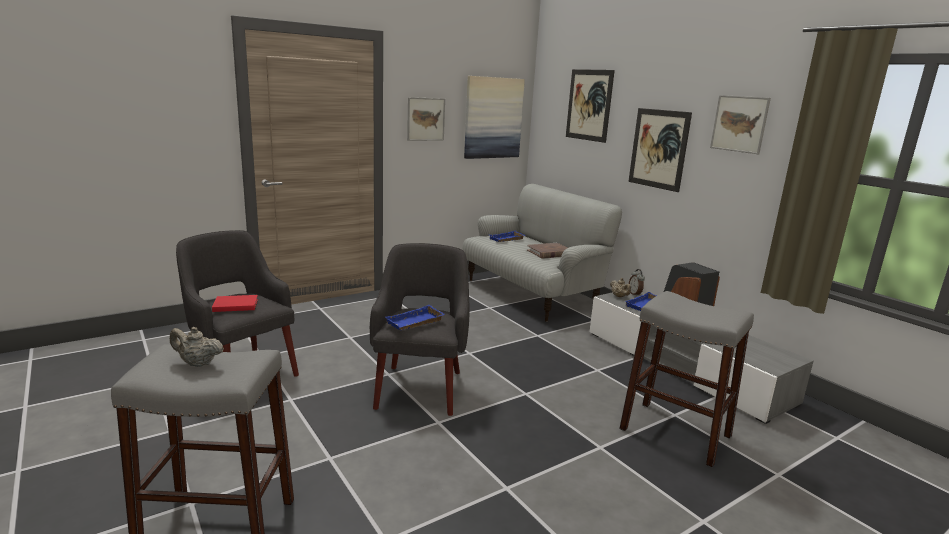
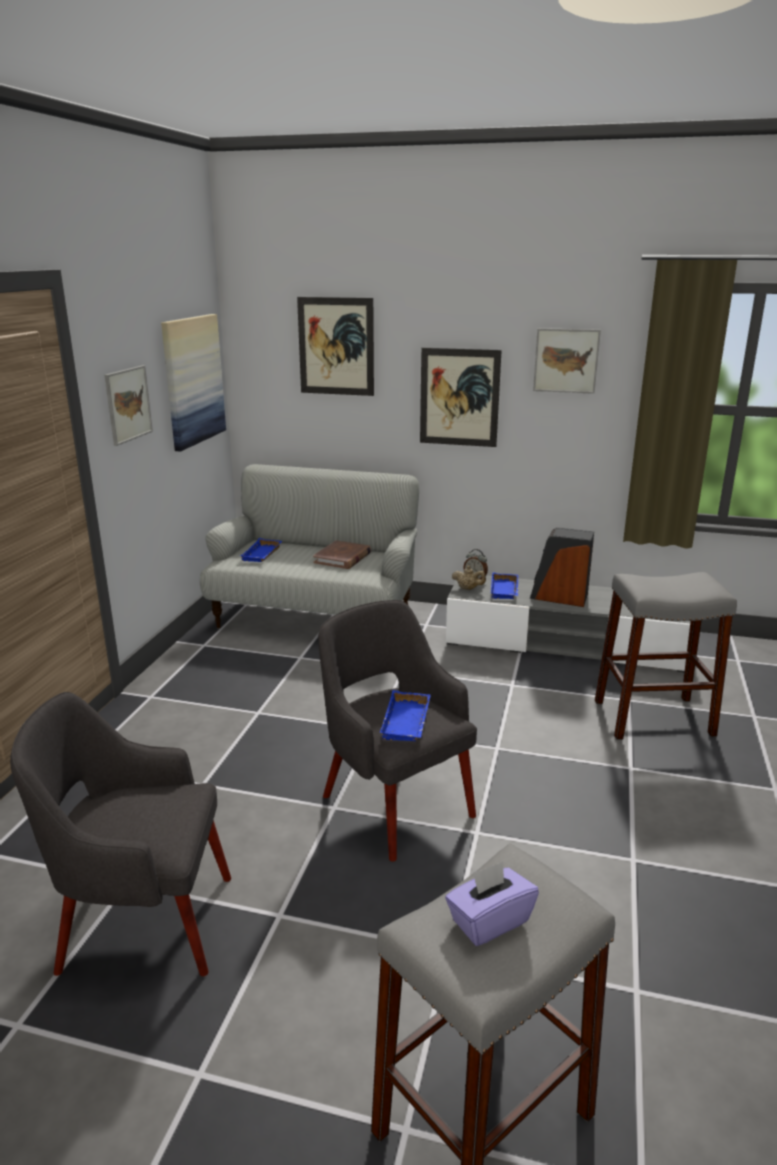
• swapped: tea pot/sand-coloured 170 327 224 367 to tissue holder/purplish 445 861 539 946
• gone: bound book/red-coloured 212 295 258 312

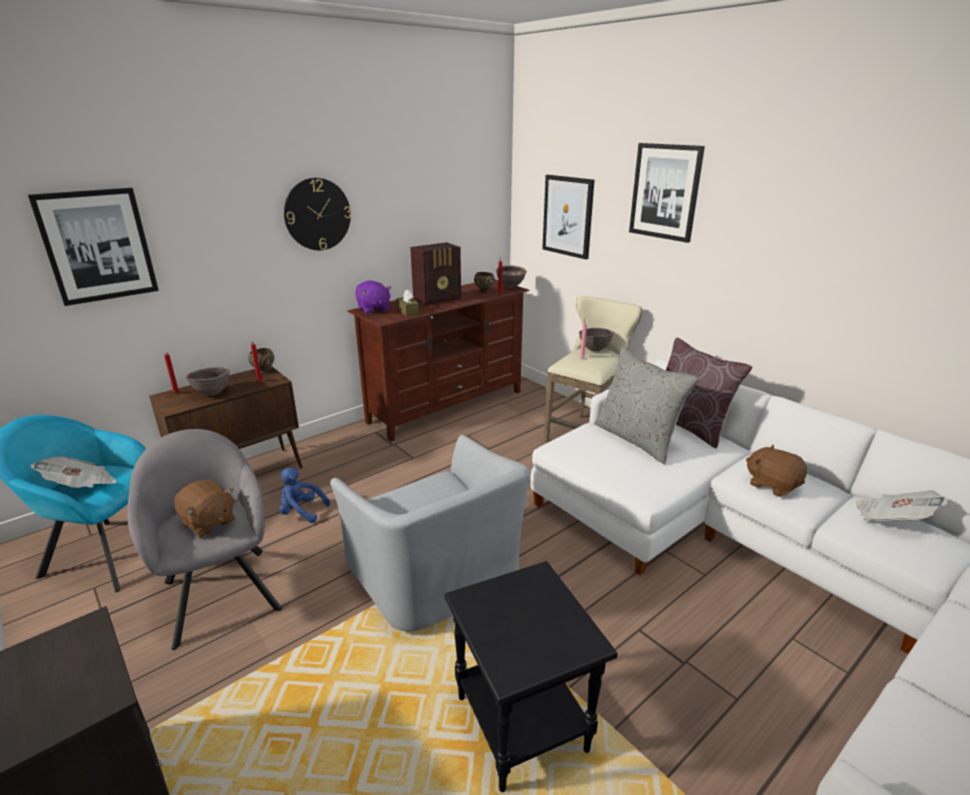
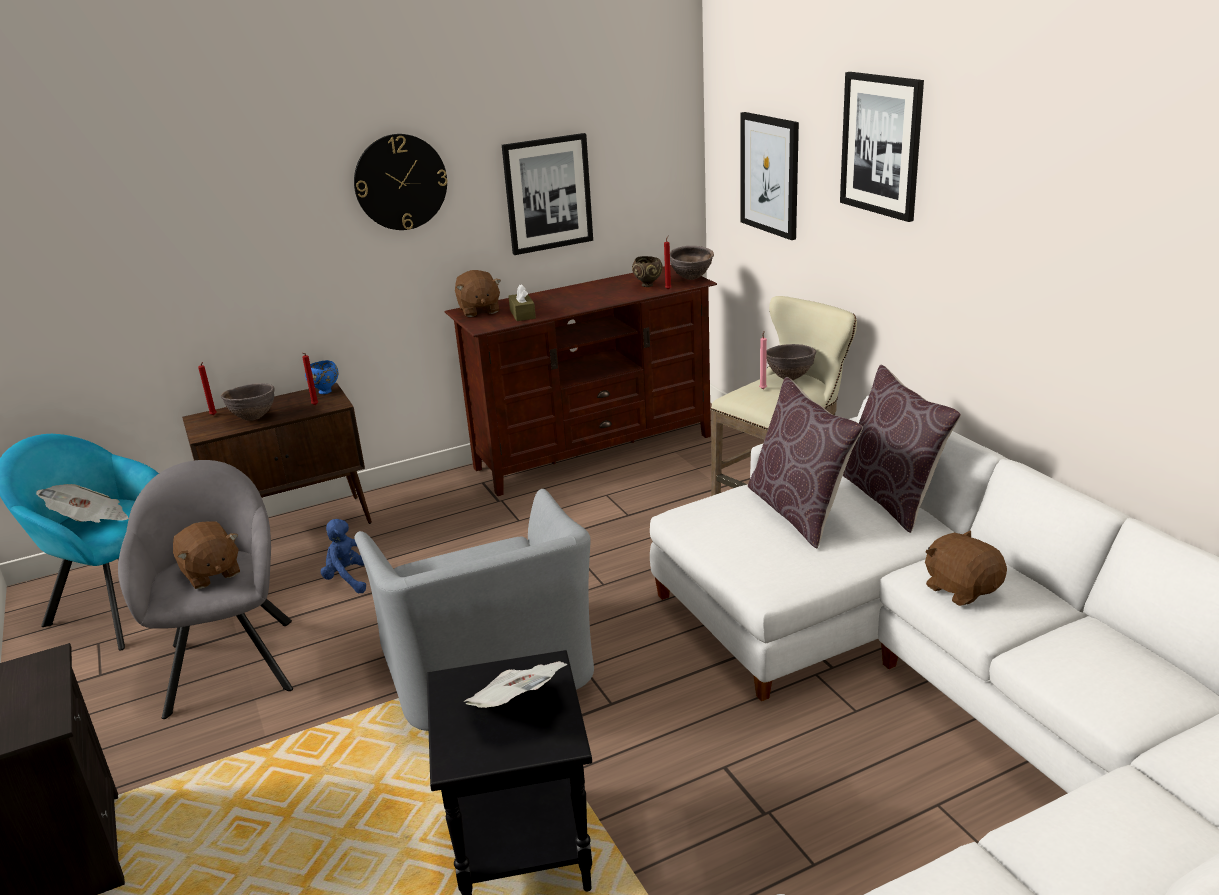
• shifted: picture 28 188 159 306 to 502 133 593 255
• repainted: deep dish/brown-coloured 248 348 274 374 to deep dish/blue-coloured 305 360 338 394
• repainted: cuddly toy/purplish 355 281 391 314 to cuddly toy/brown-coloured 455 270 501 317
• gone: radio set 410 242 461 306
• repainted: throw pillow/grey 594 347 699 464 to throw pillow/brown-coloured 748 377 863 549
• shifted: printed paper 855 490 947 521 to 464 661 567 708

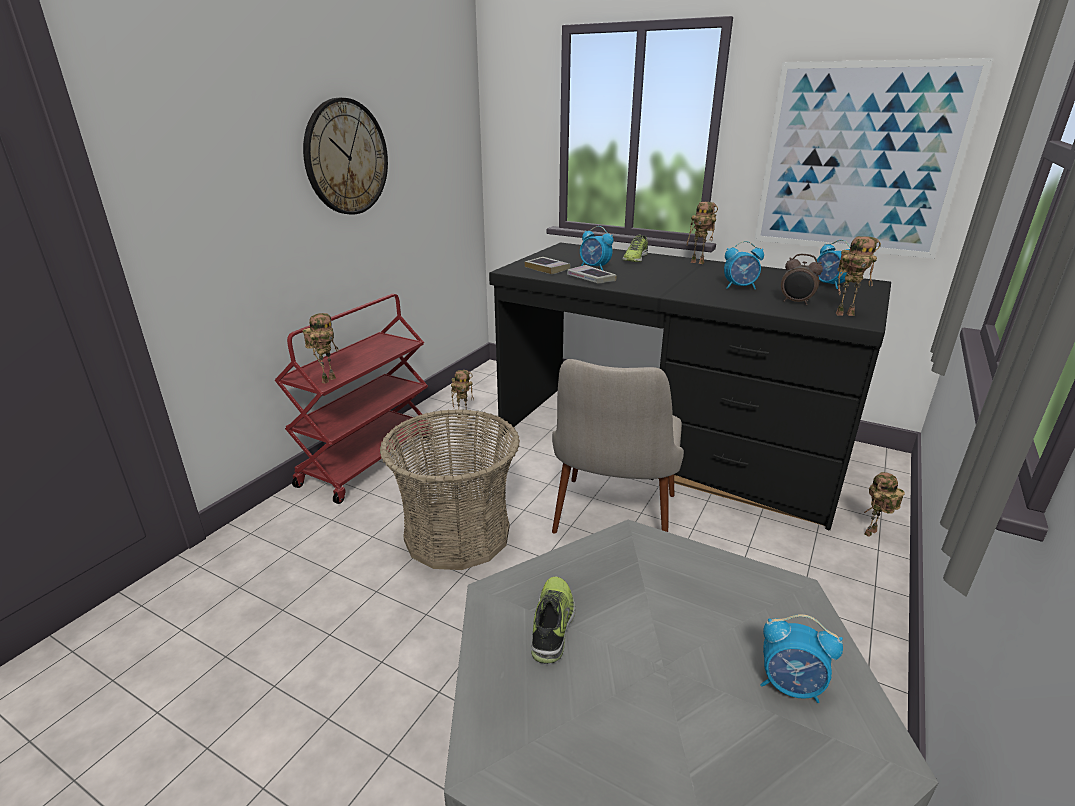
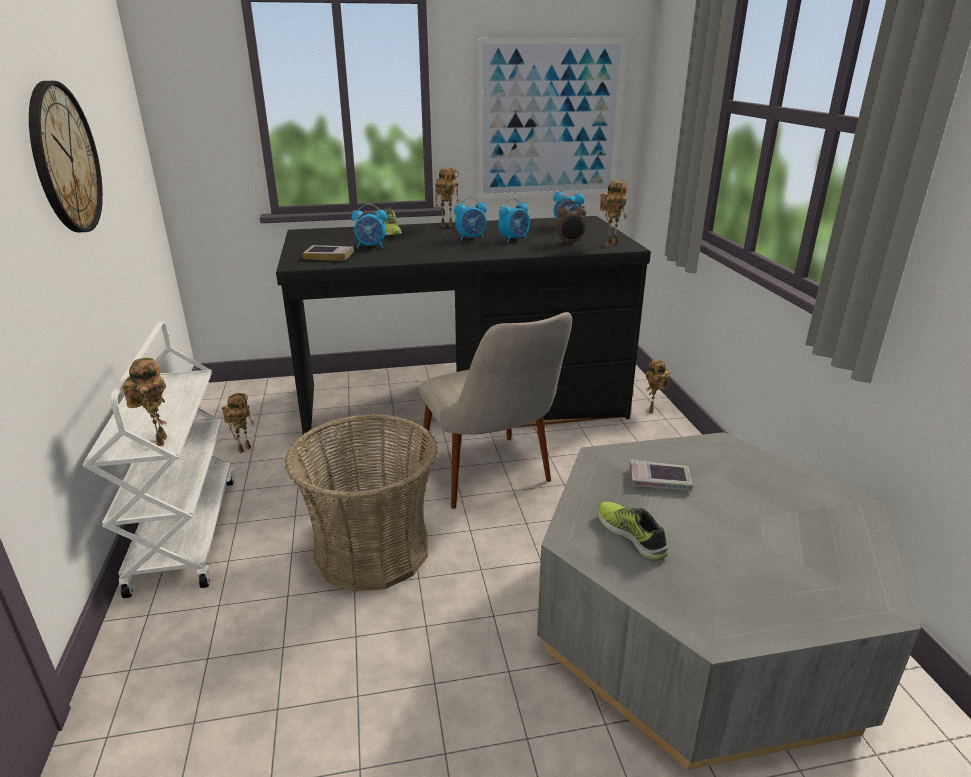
• repainted: trolley/red-coloured 275 294 433 504 to trolley/whitish 83 321 234 598
• shifted: bound book 567 265 617 283 to 630 459 693 491
• shifted: bedside clock 760 614 843 703 to 454 197 487 241

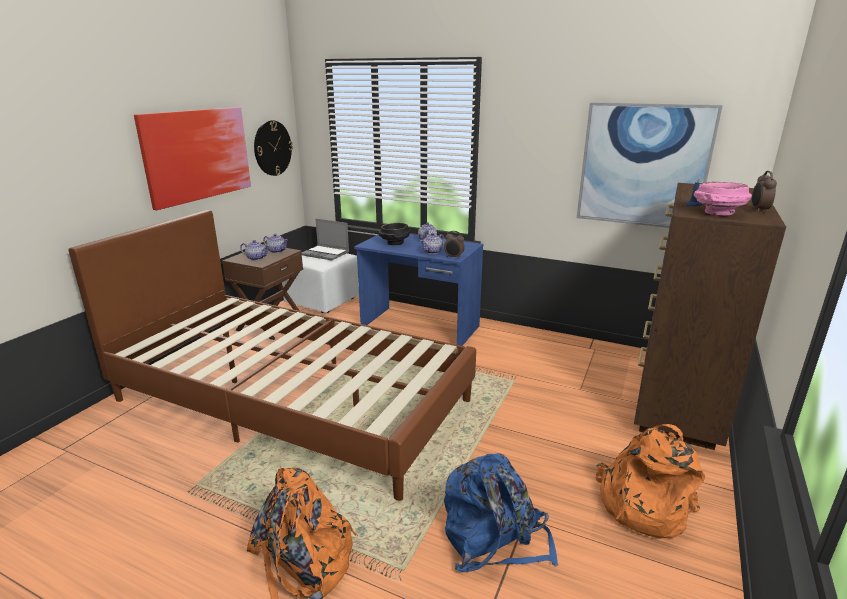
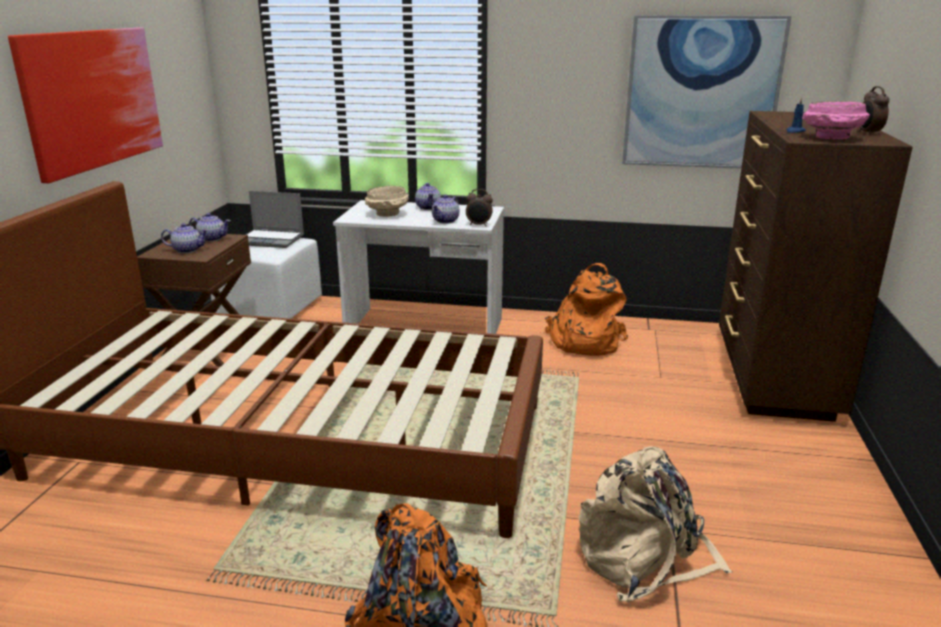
• gone: wall clock 254 120 293 176
• repainted: desk unit/blue-coloured 354 234 483 346 to desk unit/whitish 333 200 504 334
• repainted: deep dish/black 379 223 411 245 to deep dish/sand-coloured 365 186 409 217
• repainted: backpack/blue-coloured 444 453 558 572 to backpack/sand-coloured 579 446 732 602
• shifted: backpack/orangey 596 424 705 538 to 545 263 628 356

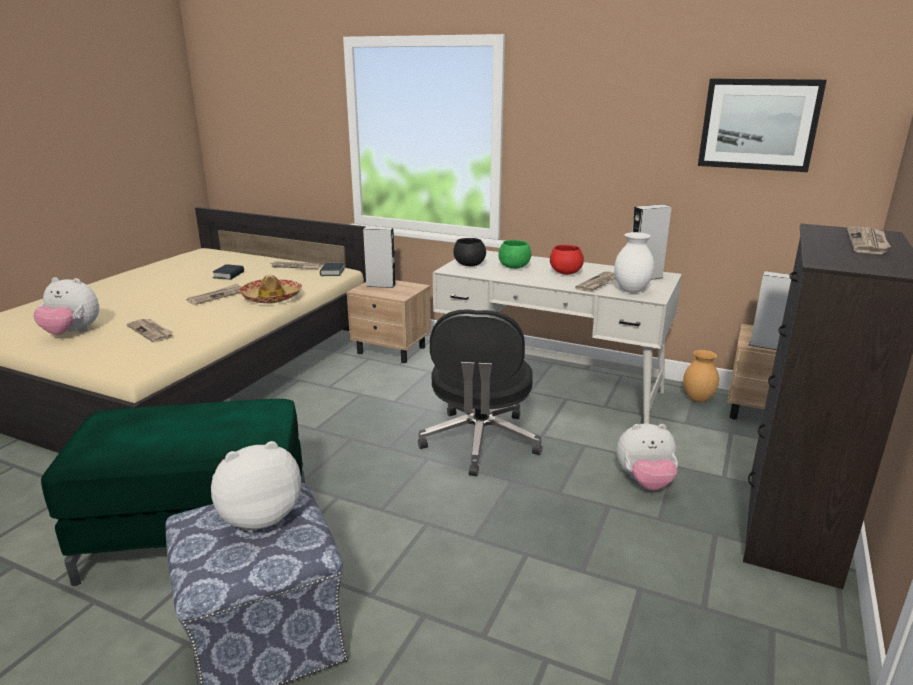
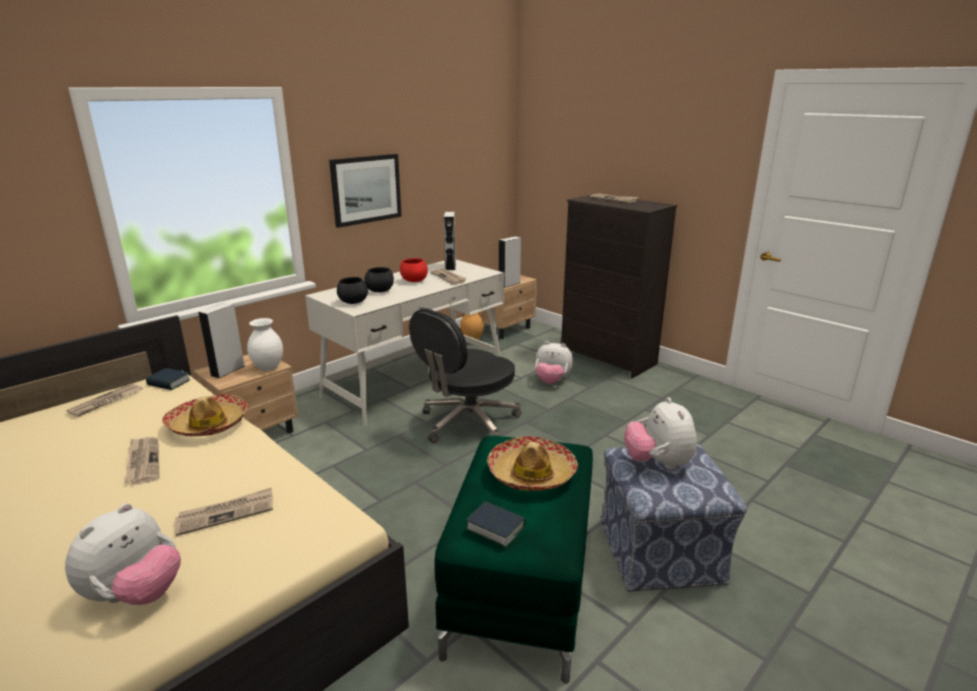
• shifted: bound book 213 264 244 280 to 466 501 526 548
• rotated: computer chair/black 418 309 542 476 = 409 308 521 443 105 degrees clockwise
• repainted: deep dish/green 498 240 531 269 to deep dish/black 364 267 394 293
• shifted: vase/whitish 614 232 654 293 to 247 318 283 371
• rotated: cuddly toy 616 423 678 490 = 535 341 573 384 90 degrees clockwise
• shifted: picture 698 79 827 172 to 329 154 402 228
• new: clothing hat 487 436 578 491

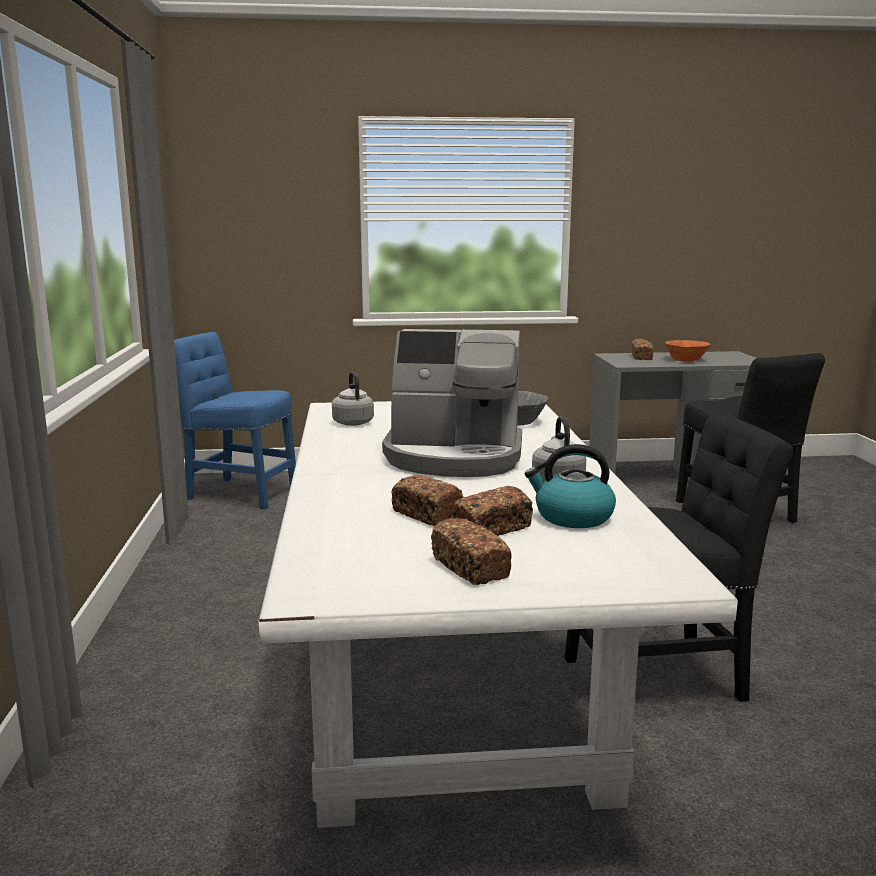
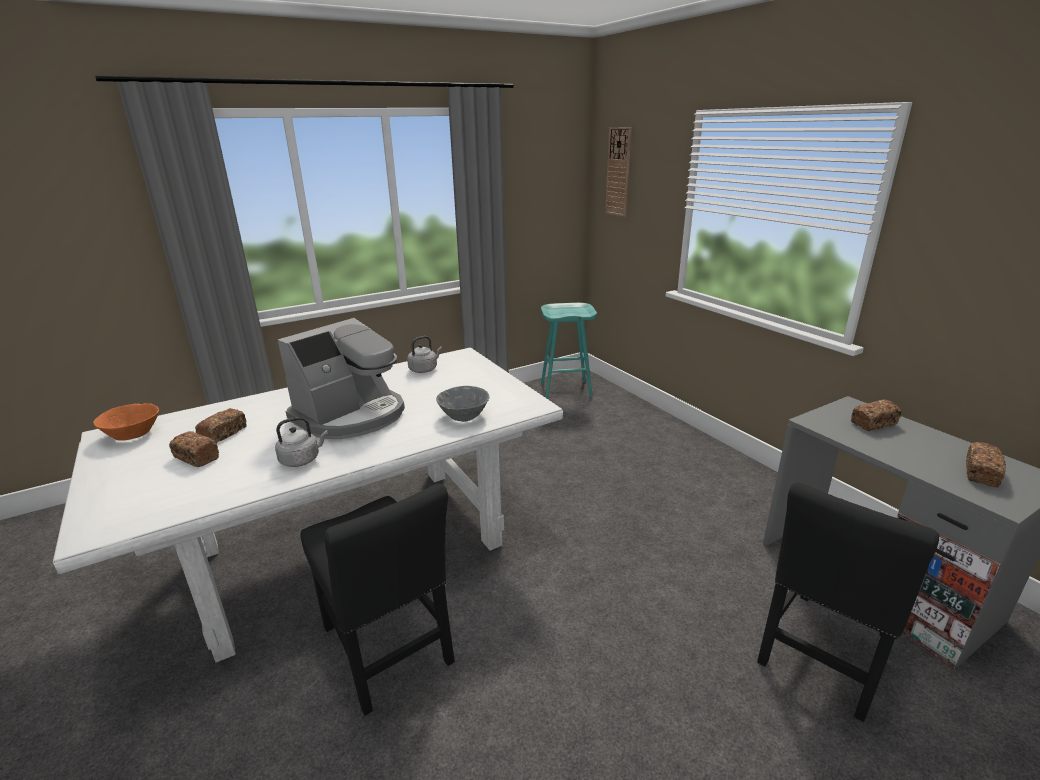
• swapped: upright chair/blue-coloured 174 332 296 509 to sitting stool/turquoise 541 303 597 399
• rotated: coffee brewer 382 329 522 477 = 278 318 405 439 120 degrees counterclockwise
• shifted: bread 431 518 511 585 to 966 442 1006 488
• gone: tea kettle 525 444 616 528
• shifted: deep dish/orangey 665 340 710 361 to 93 403 159 441
• new: wall clock 605 127 632 217

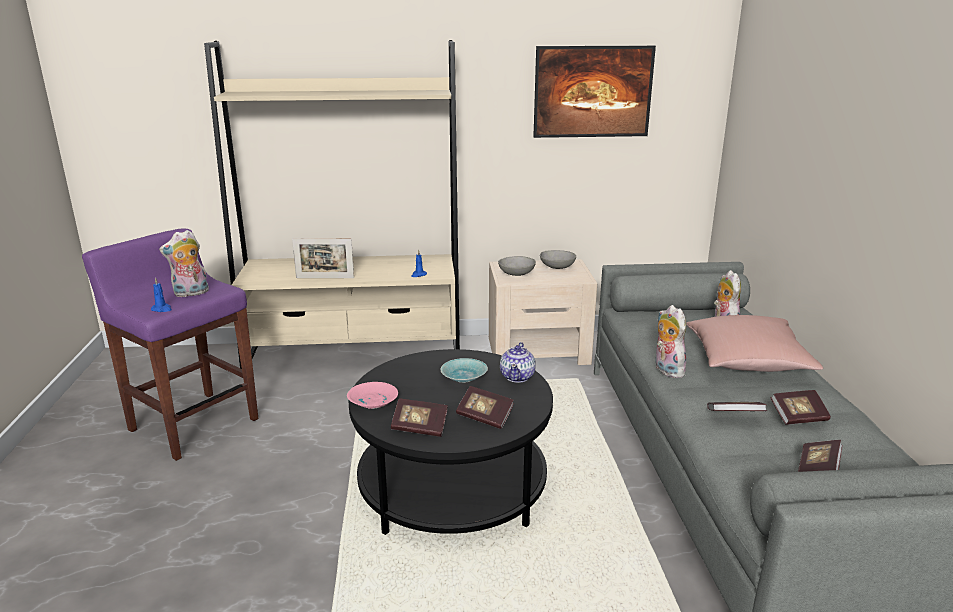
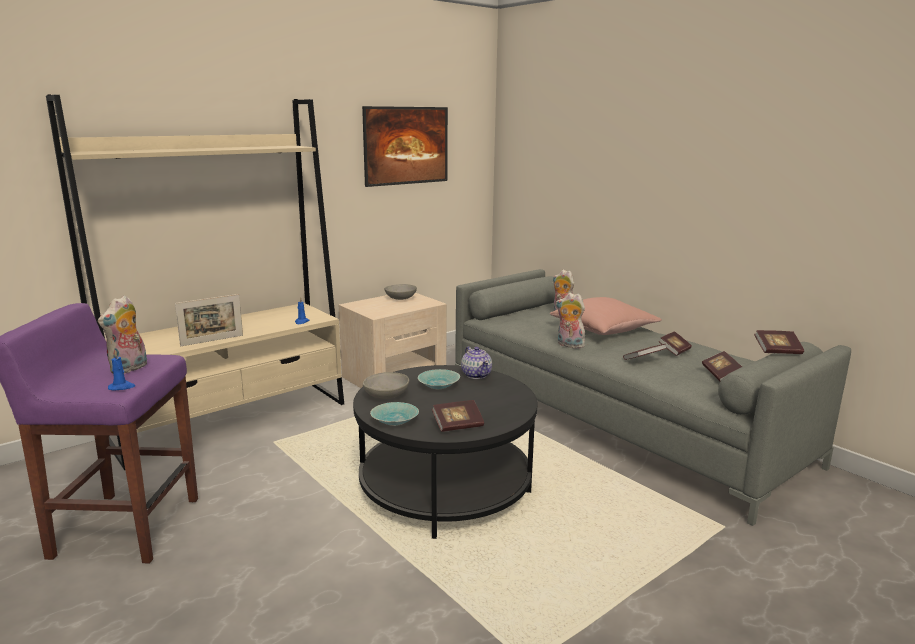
• repainted: deep dish/pink 347 382 398 409 to deep dish/turquoise 370 402 419 426
• shifted: bound book 456 386 514 429 to 754 330 804 354
• shifted: deep dish/grey 498 256 536 276 to 363 372 409 399

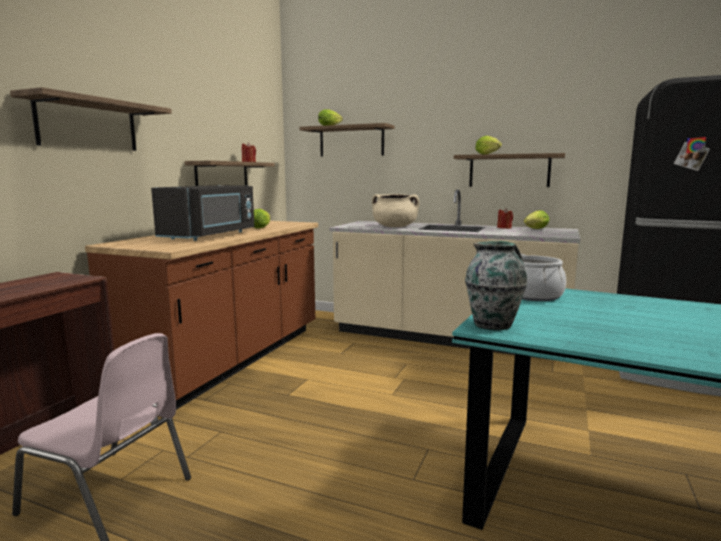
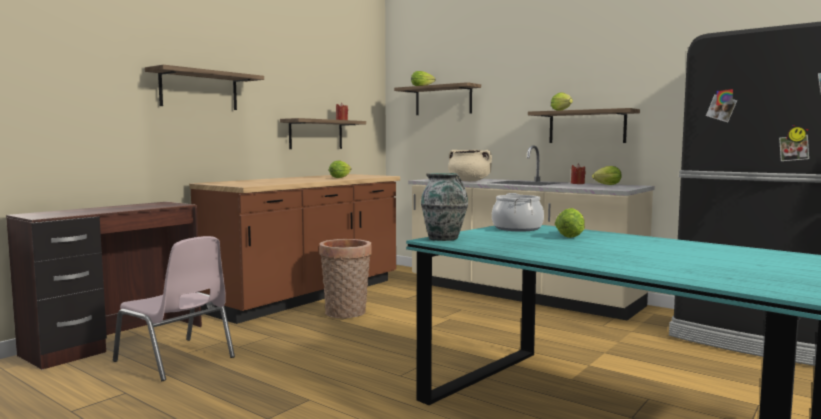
• gone: microwave oven/black 151 185 254 241
• new: household basket 319 239 372 318
• new: lettuce 555 208 585 238

